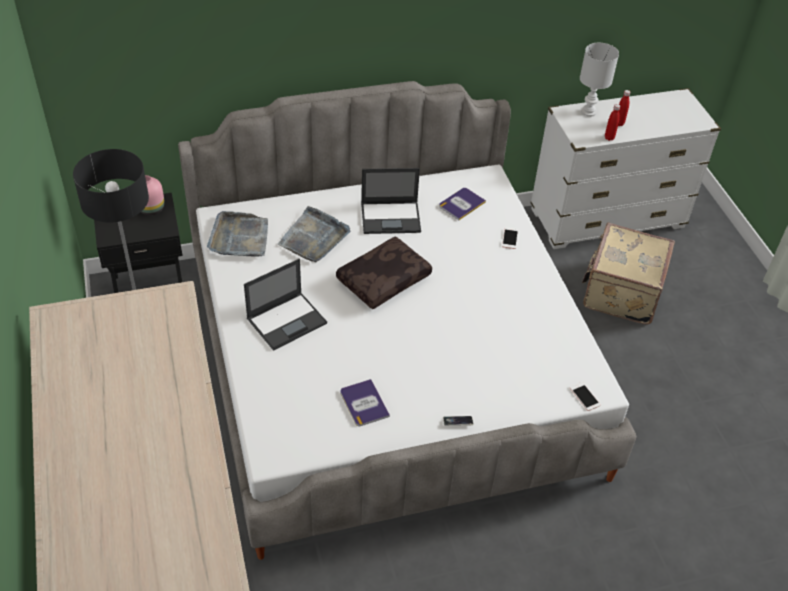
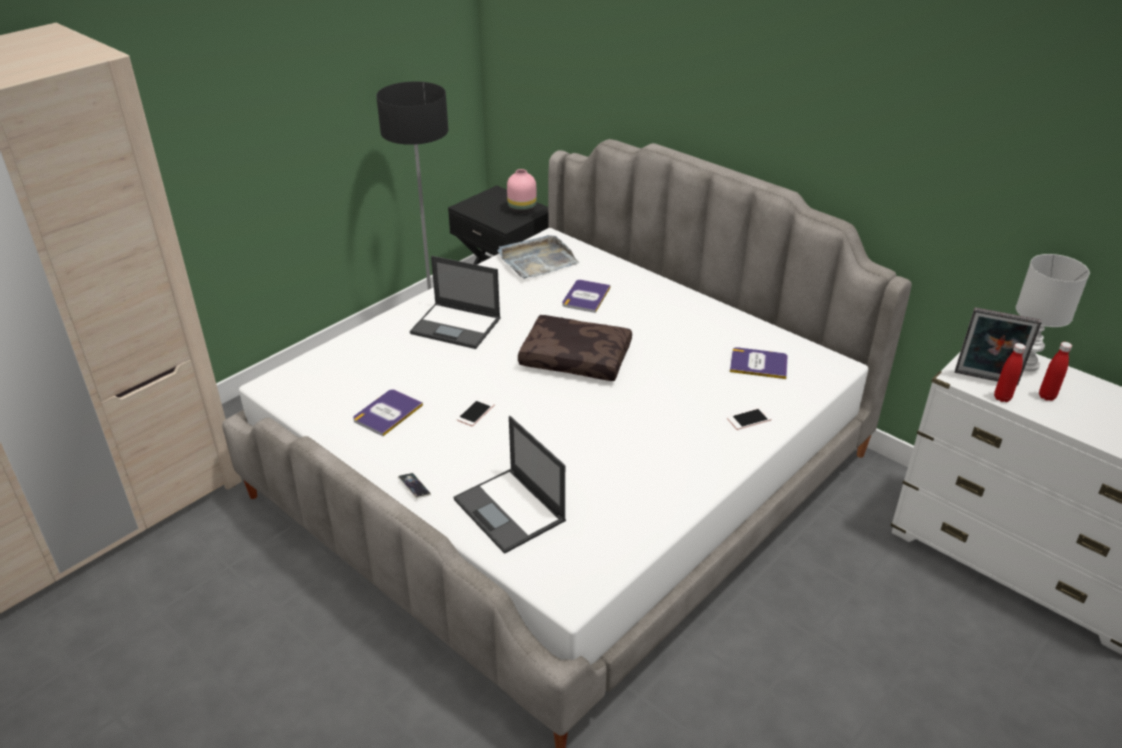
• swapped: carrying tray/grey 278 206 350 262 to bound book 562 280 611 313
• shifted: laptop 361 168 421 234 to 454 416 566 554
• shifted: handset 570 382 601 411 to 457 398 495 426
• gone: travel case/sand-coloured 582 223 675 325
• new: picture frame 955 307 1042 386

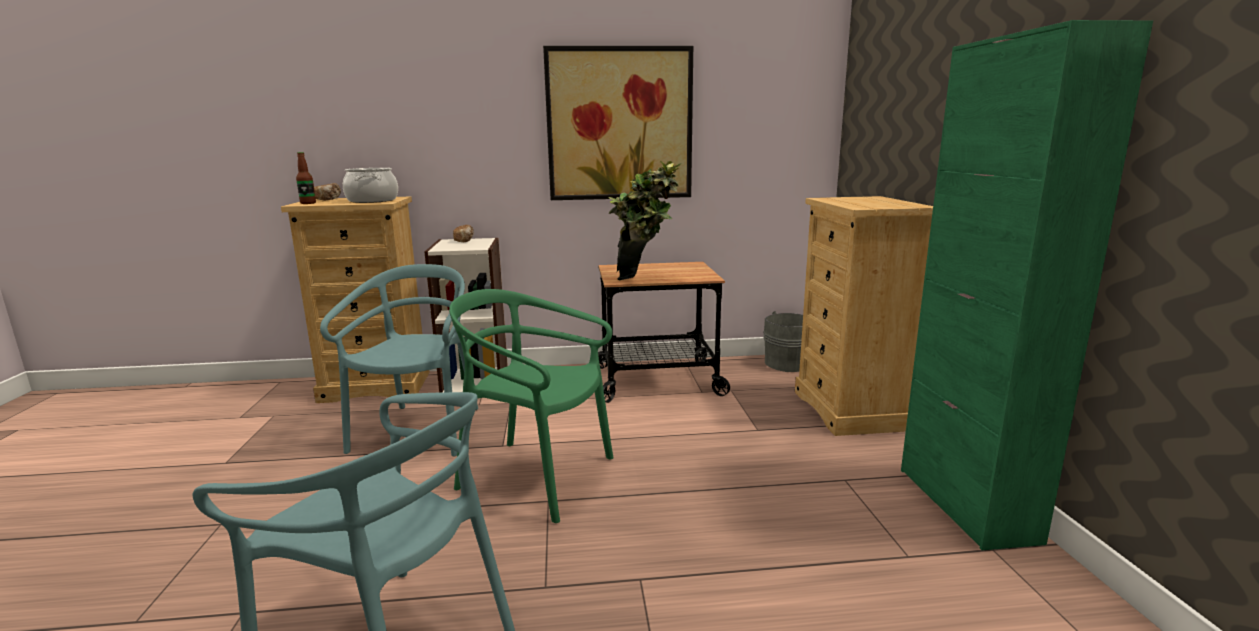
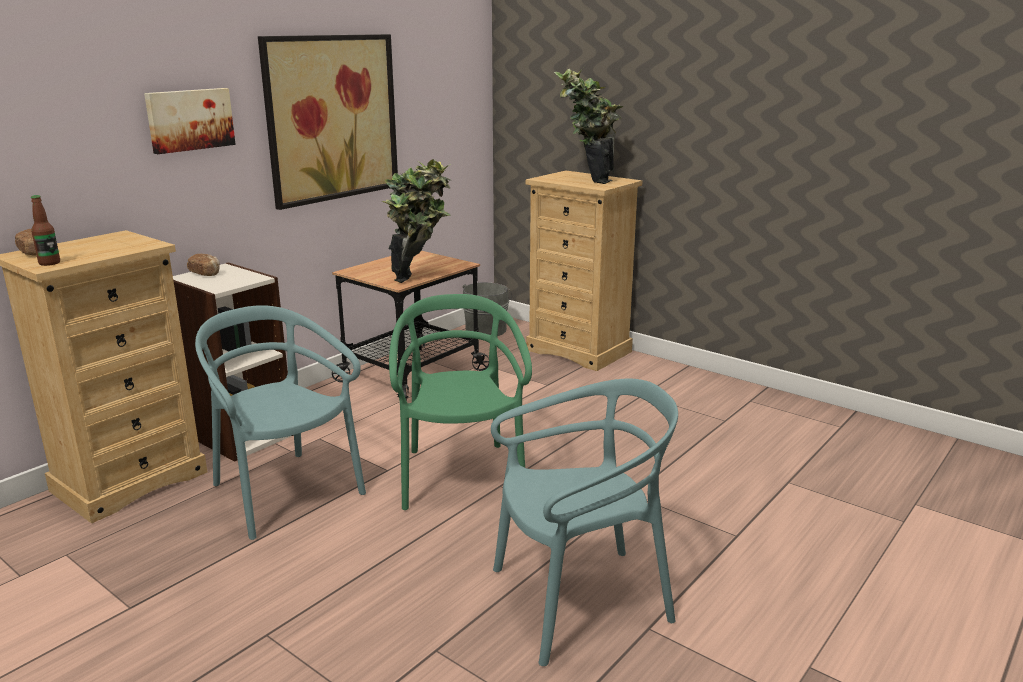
• gone: saucepot 343 168 398 203
• rotated: upright chair/green 449 289 614 523 = 389 294 532 510 105 degrees clockwise
• gone: cabinet/green 901 20 1153 550
• new: picture 144 88 236 154
• new: potted plant 554 68 623 184

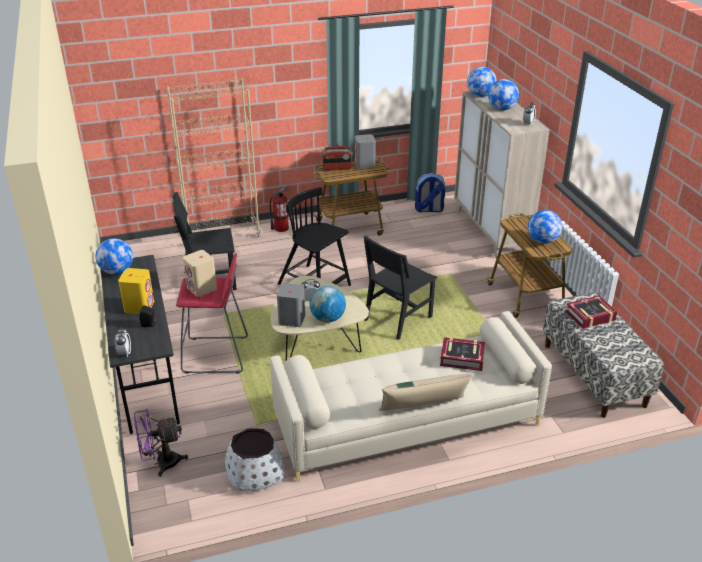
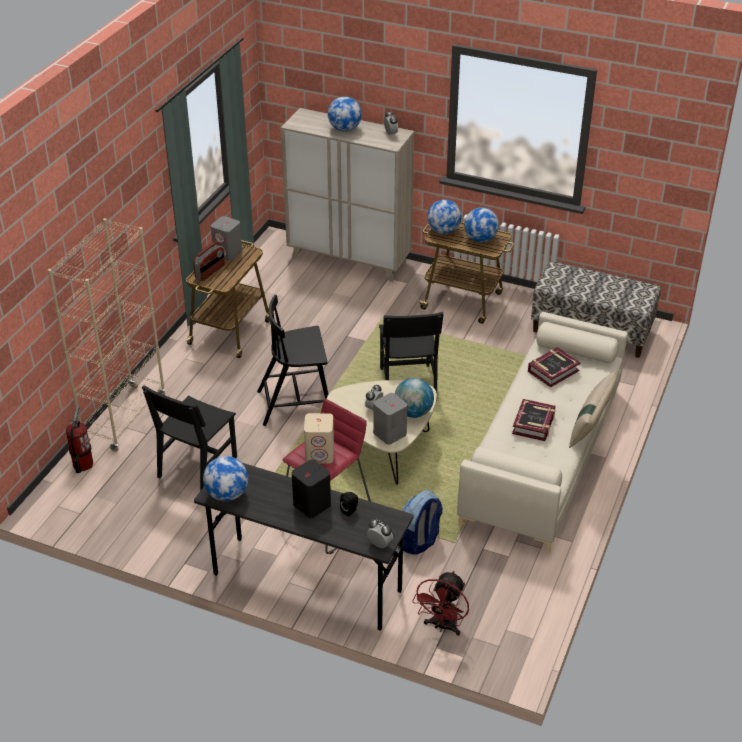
• repainted: audio speaker/yellow 118 268 154 314 to audio speaker/black 292 460 331 518
• repainted: electric fan/purplish 134 408 188 477 to electric fan/red-coloured 412 571 469 636
• gone: planter/whitish 225 428 285 492
• shifted: fire extinguisher 270 185 289 232 to 66 407 93 473
• shifted: backpack 415 173 445 212 to 402 490 443 555
• shifted: desk globe 467 67 497 97 to 427 199 462 234
• shifted: bound book 565 296 617 329 to 512 399 556 441

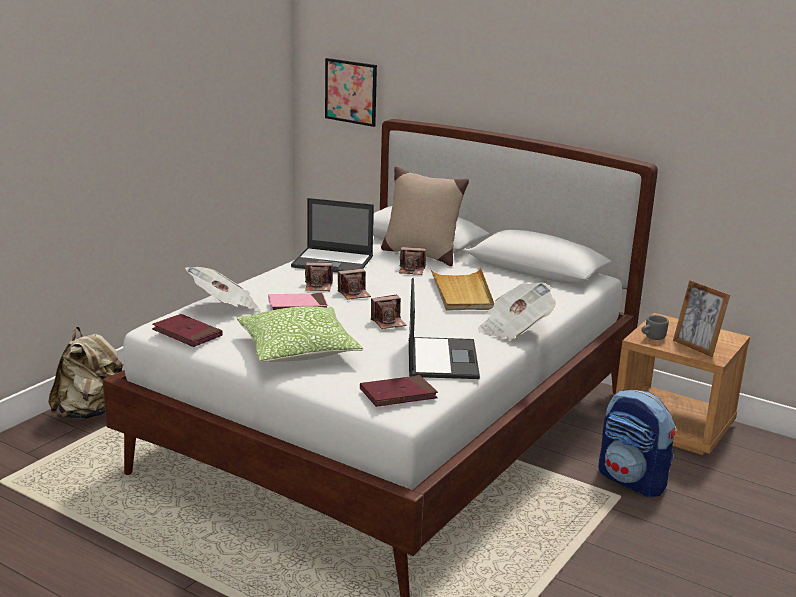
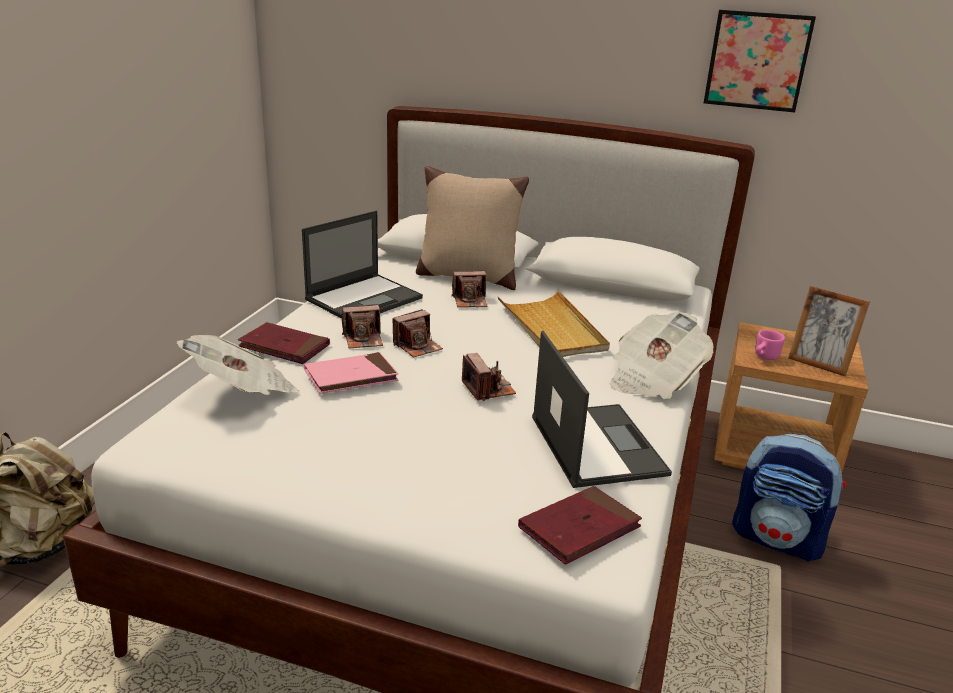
• shifted: bound book/red-coloured 152 314 223 347 to 238 322 330 364
• gone: throw pillow 236 306 364 362
• rotated: laptop 291 198 374 273 = 302 210 423 319 45 degrees counterclockwise
• shifted: picture 325 58 377 127 to 704 10 816 113
• rotated: photo camera 371 295 407 329 = 462 353 516 401 75 degrees counterclockwise
• repainted: tea mug/grey 641 315 669 340 to tea mug/pink 755 330 785 360

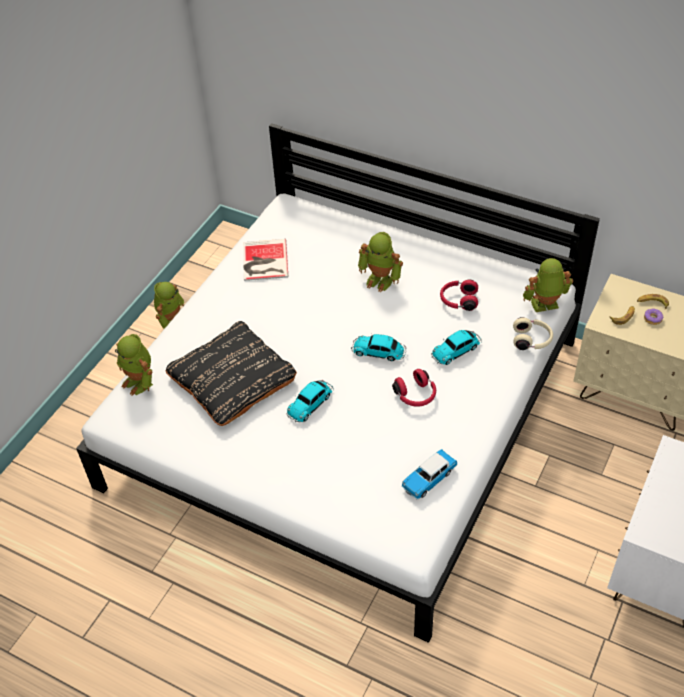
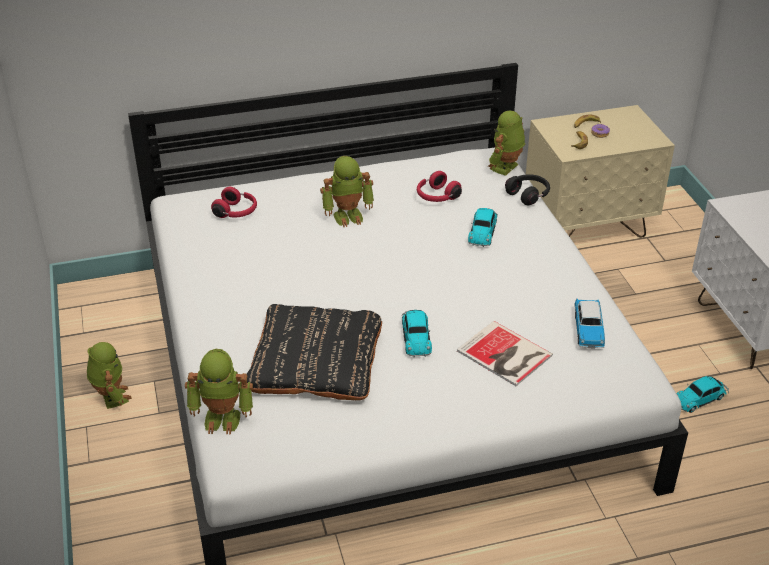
• shifted: bound book 243 239 288 281 to 457 321 553 386
• shifted: toy car 351 334 406 361 to 676 376 729 413
• shifted: pair of headphones/red-coloured 392 369 436 407 to 211 187 257 218
• repainted: pair of headphones/sand-coloured 513 317 553 350 to pair of headphones/black 505 174 550 205

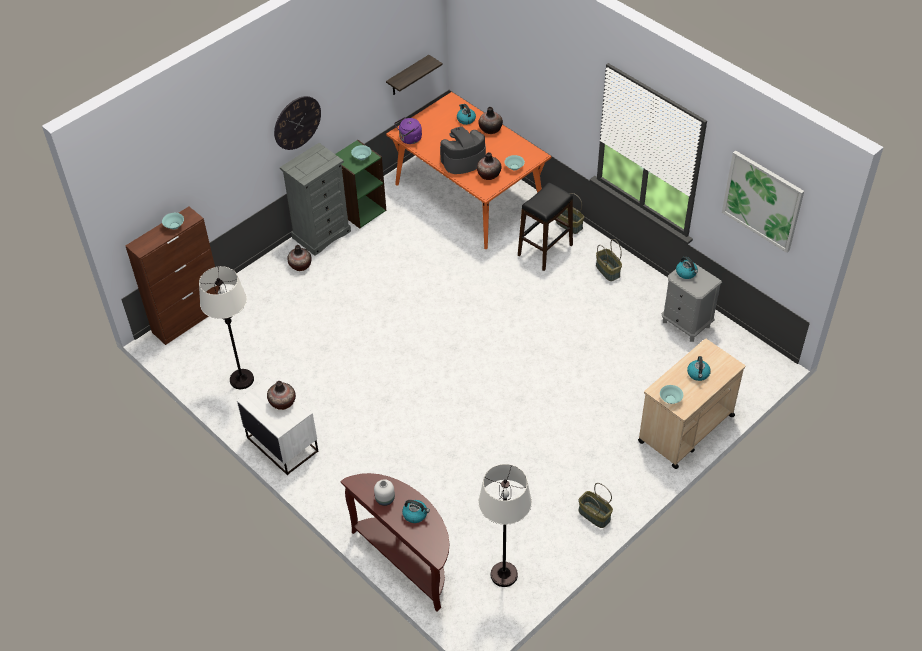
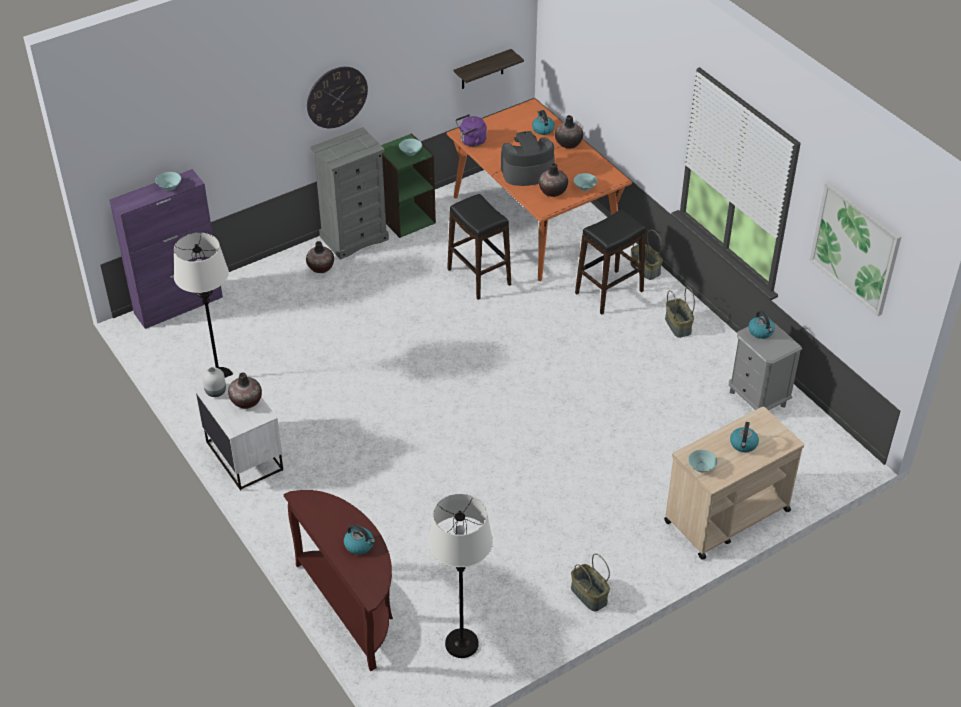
• repainted: cabinet/brown-coloured 126 207 220 345 to cabinet/purplish 109 169 223 329
• shifted: vase/whitish 374 479 395 506 to 202 367 226 397
• new: sitting stool/black 447 194 511 300

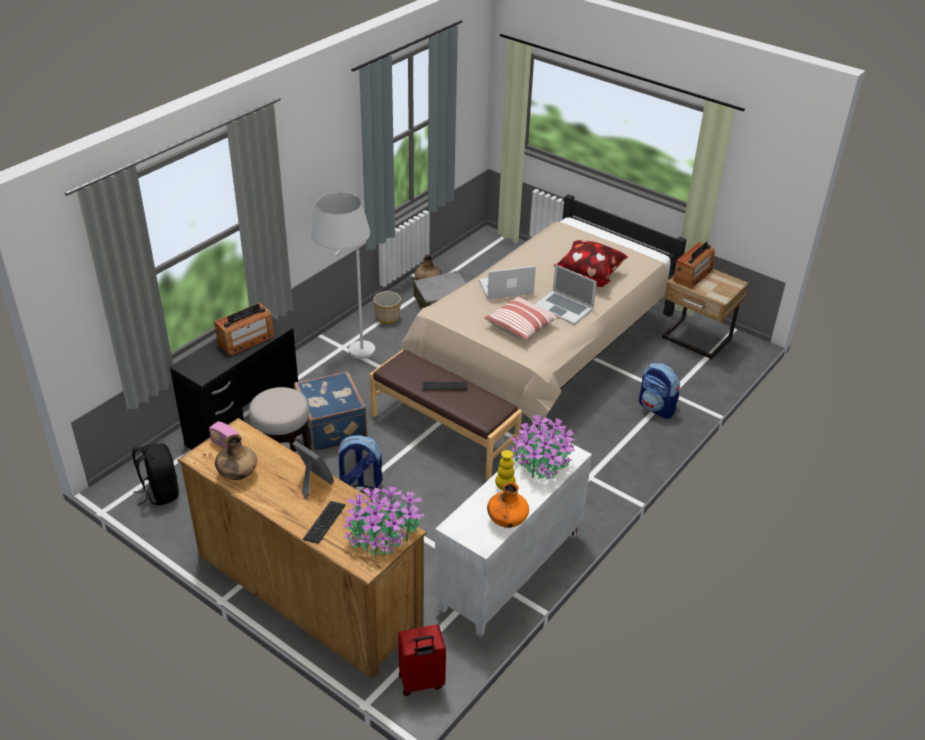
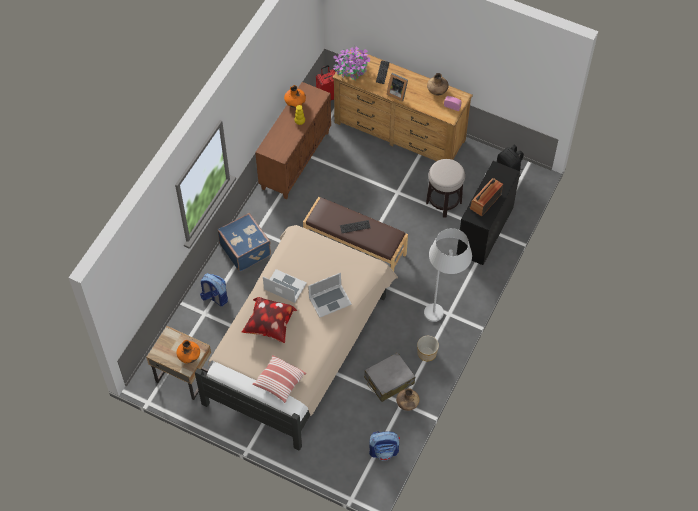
• shifted: travel case/blue-coloured 294 371 368 452 to 218 213 271 272
• shifted: backpack 336 435 382 489 to 369 432 400 461
• repainted: cabinet/whitish 434 437 592 637 to cabinet/brown-coloured 255 82 331 200
• shifted: throw pillow 484 296 559 341 to 252 355 307 403
• gone: potted plant 510 415 575 479
• swapped: radio set 673 242 715 288 to vase/orangey 177 340 200 363

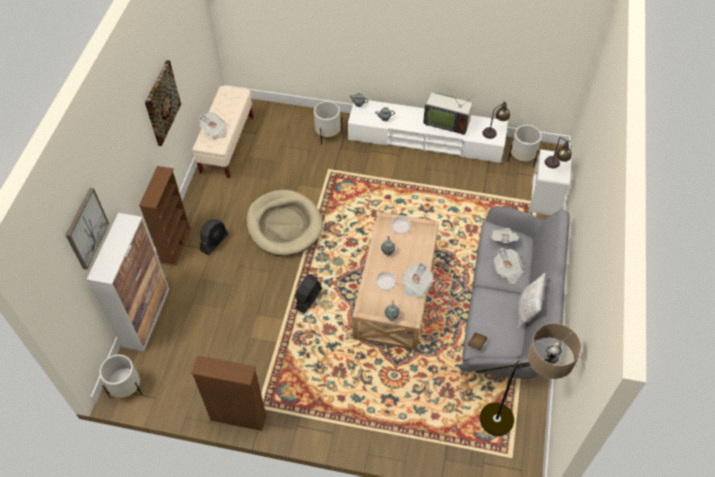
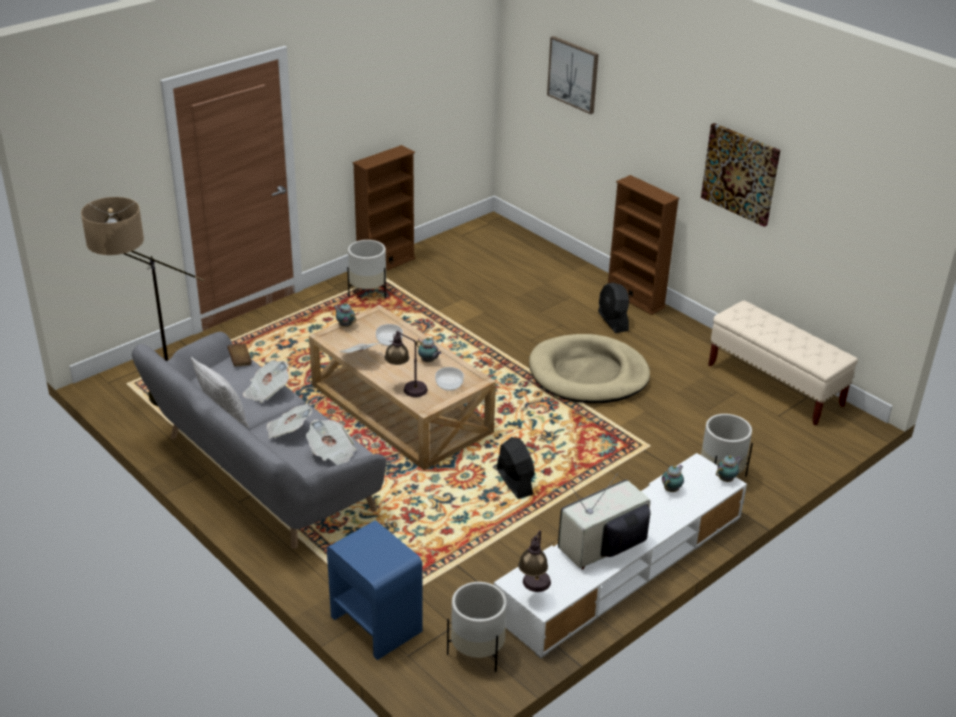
• gone: cabinet 86 213 169 351
• shifted: planter/whitish 99 354 142 399 to 347 240 386 298
• shifted: printed paper 199 112 228 137 to 243 360 289 403
• shifted: electric fan/black 295 274 322 313 to 497 437 535 499
• repainted: bedside table/whitish 528 149 572 215 to bedside table/blue-coloured 327 521 423 660
• shifted: table lamp 545 137 572 168 to 384 331 428 397

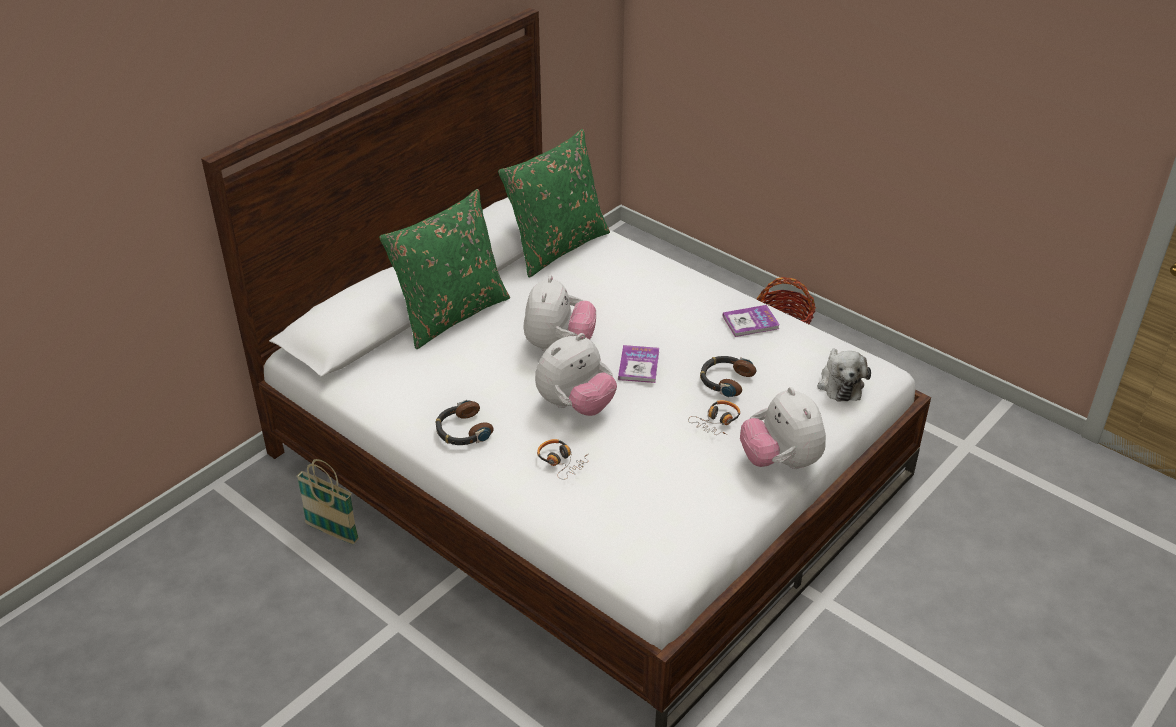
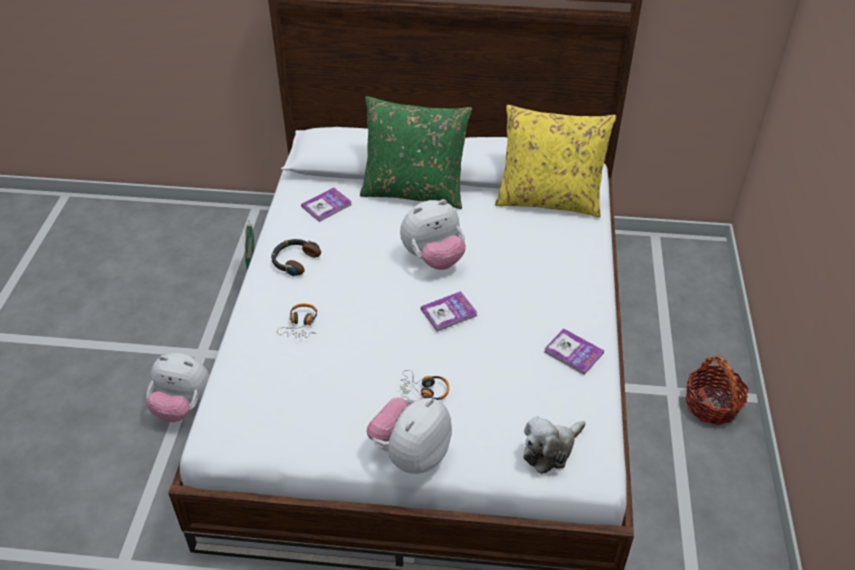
• repainted: throw pillow/green 498 129 610 278 to throw pillow/yellow 495 105 617 217
• shifted: cuddly toy 535 333 617 416 to 146 353 210 422
• gone: pair of headphones 700 356 756 397
• new: bound book 301 188 352 222

